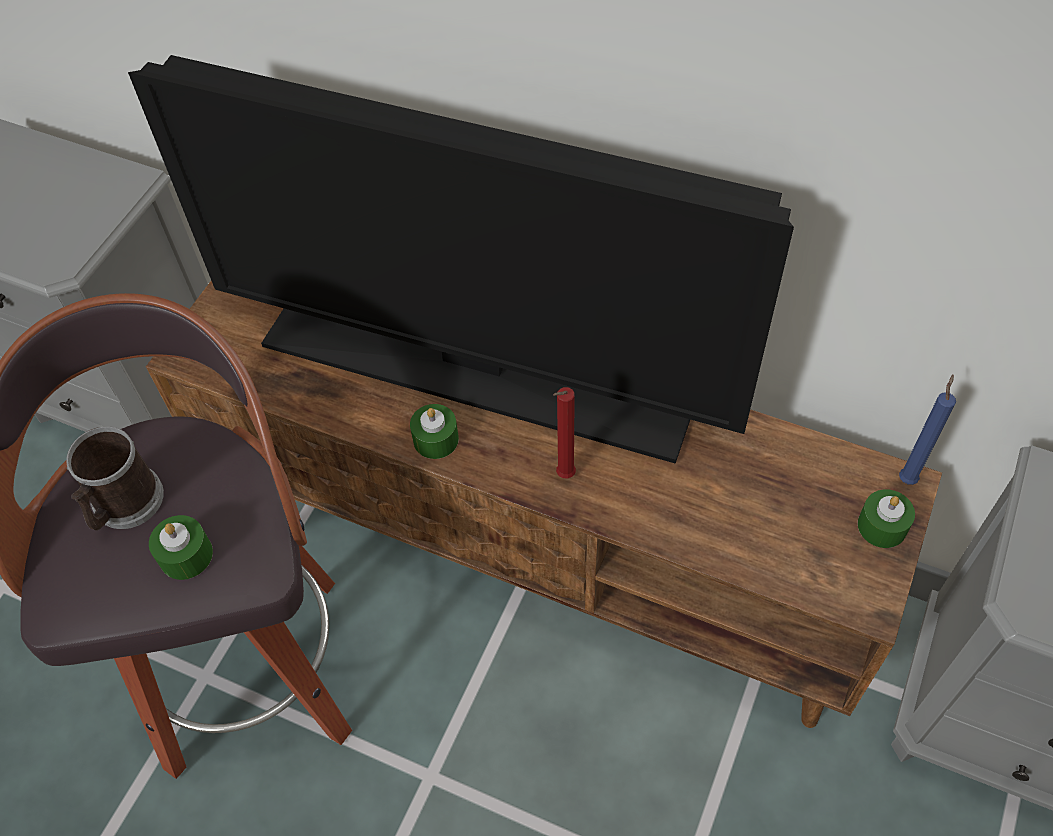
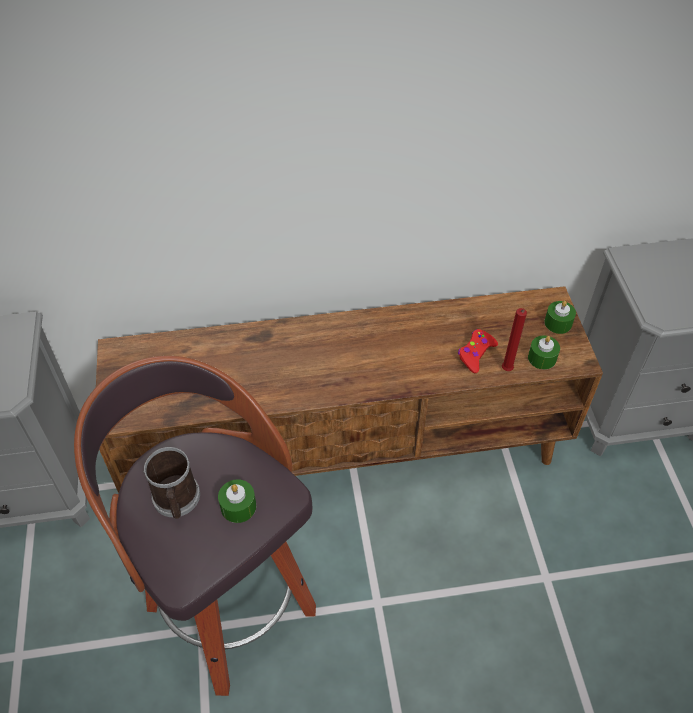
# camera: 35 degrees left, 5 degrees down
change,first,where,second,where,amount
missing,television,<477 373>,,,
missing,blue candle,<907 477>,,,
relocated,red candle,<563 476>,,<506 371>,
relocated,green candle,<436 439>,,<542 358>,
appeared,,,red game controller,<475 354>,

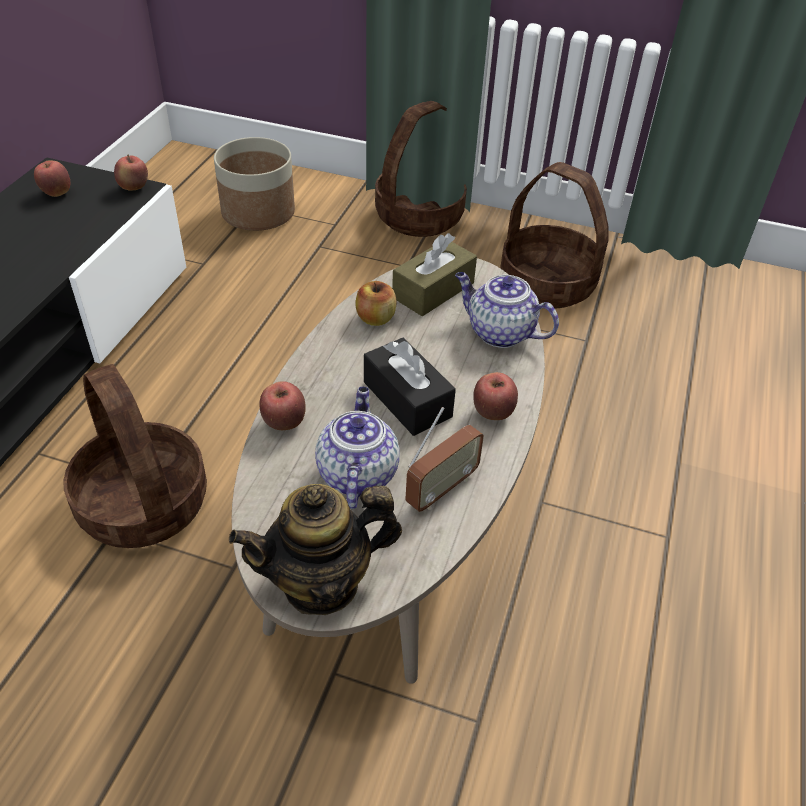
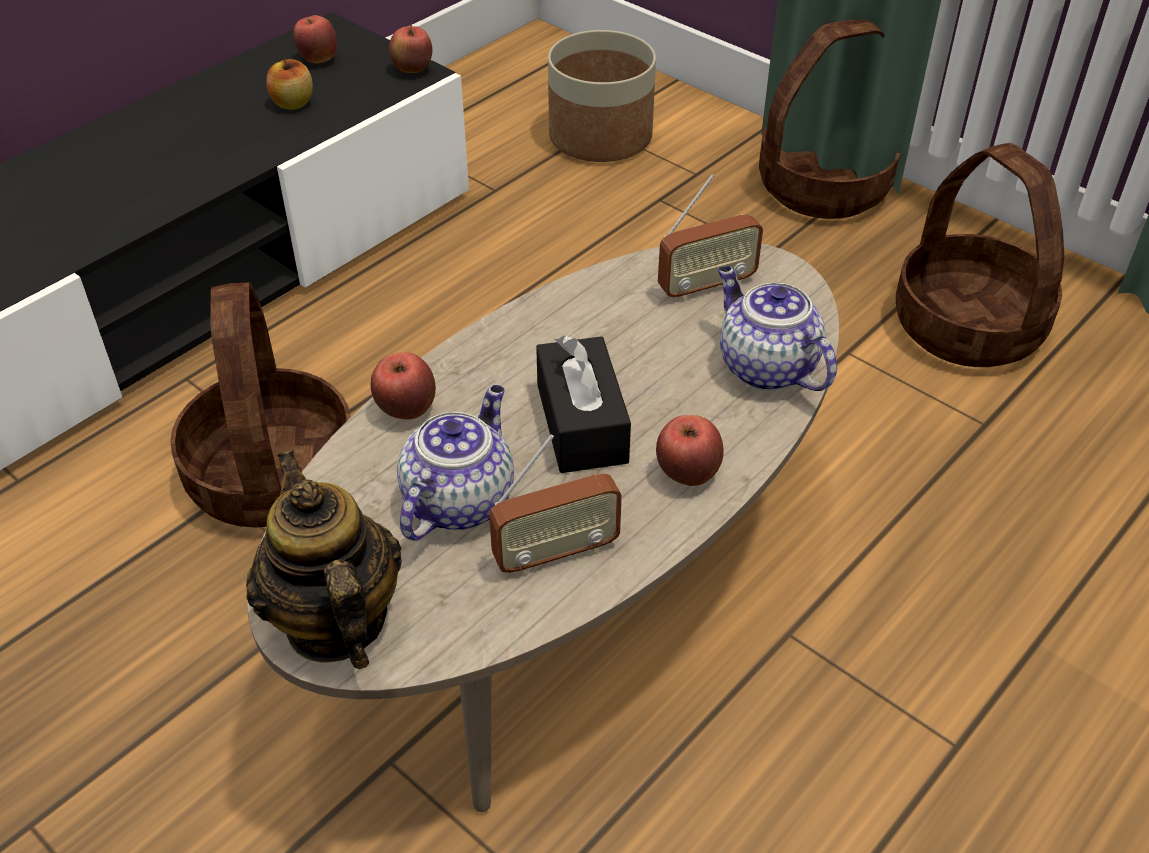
# camera: 25 degrees right, 0 degrees up
change,first,where,second,where,amount
exchanged,brown tissue box,<433 290>,radio,<706 286>,
relocated,apple,<375 318>,,<293 103>,
spun,teapot,<321 583>,,<335 622>,60 degrees clockwise

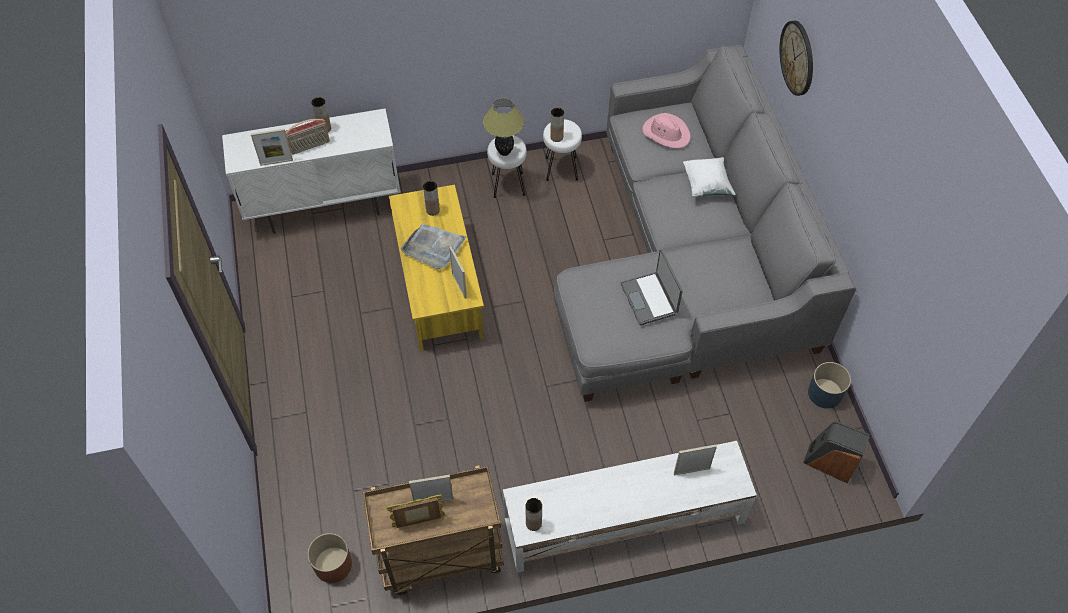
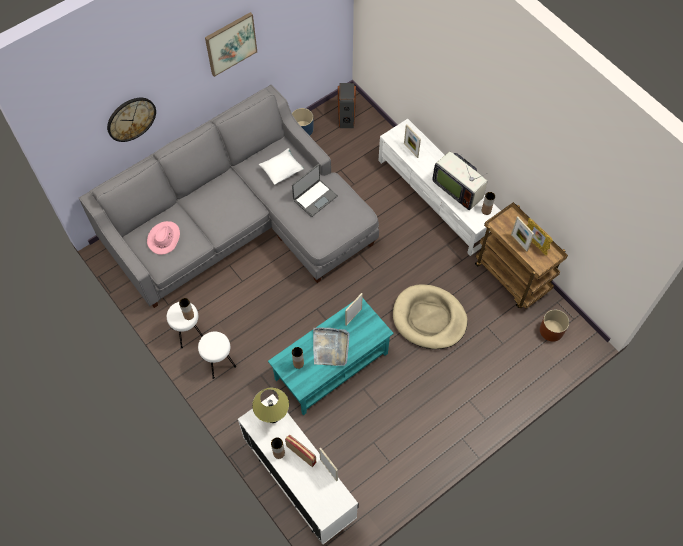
# camera: 115 degrees left, 5 degrees up
change,first,where,second,where,amount
relocated,table lamp,<504 152>,,<273 418>,
relocated,white pillow,<706 186>,,<282 171>,
colour,yellow coffee table,<439 287>,turquoise coffee table,<331 366>,
appeared,,,picture,<230 43>,
appeared,,,television,<458 189>,
appeared,,,beige dog bed,<429 318>,

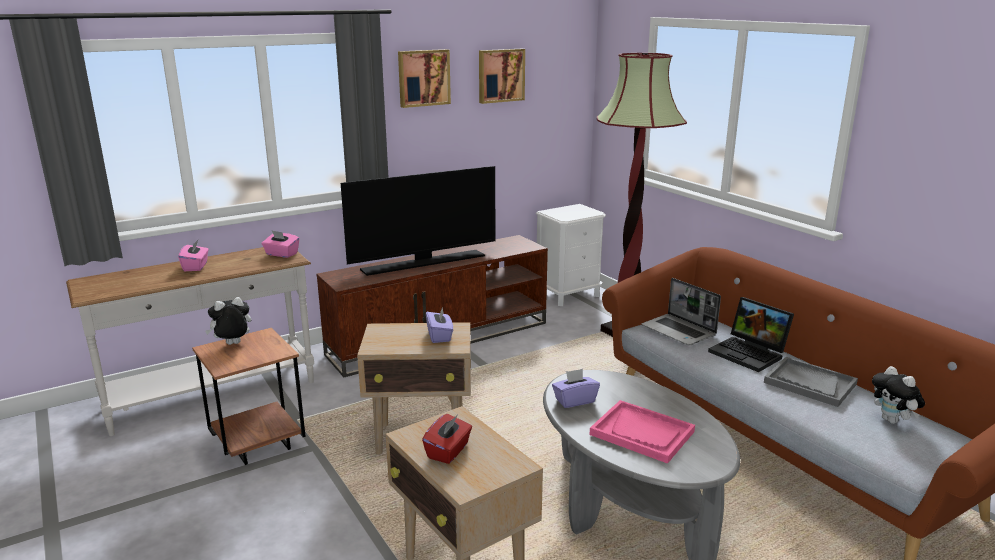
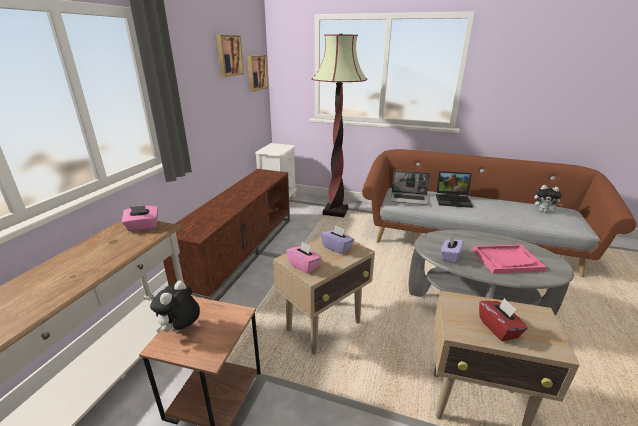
# camera: 40 degrees left, 5 degrees up
change,first,where,second,where,amount
relocated,picture,<423 78>,,<256 73>,
missing,television,<424 262>,,,
relocated,pink tissue box,<196 266>,,<304 265>,
missing,grey tray,<809 383>,,,

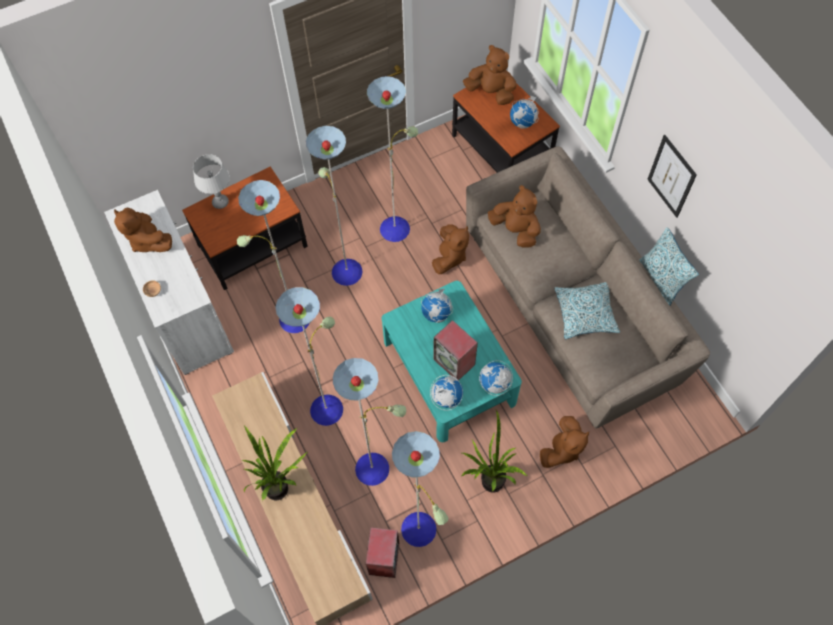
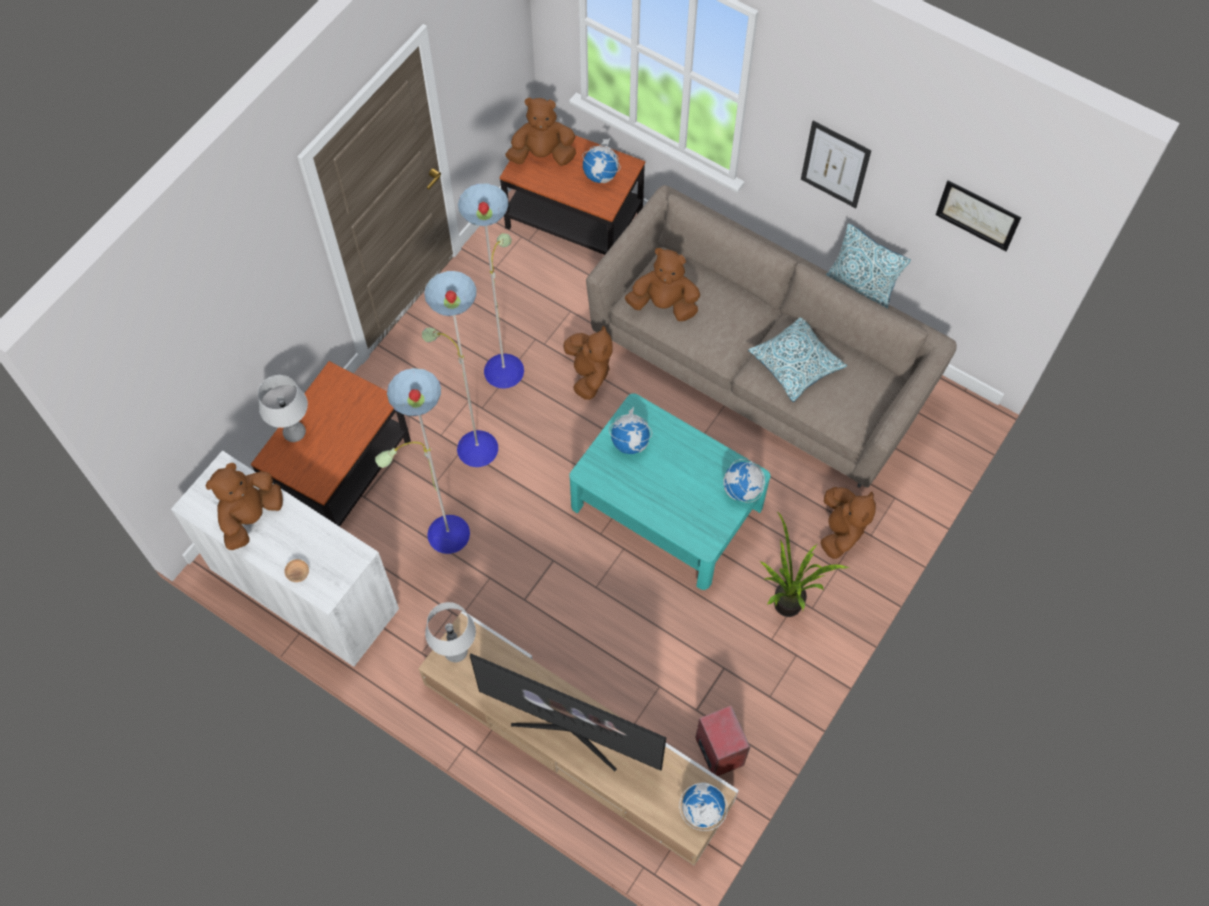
# camera: 30 degrees left, 0 degrees up
change,first,where,second,where,amount
spun,brown plush toy,<148 240>,,<251 517>,105 degrees clockwise
missing,floor lamp,<374 467>,,,
missing,speaker,<455 362>,,,
relocated,globe,<446 398>,,<701 810>,
exchanged,potted plant,<282 489>,television,<570 730>,
appeared,,,picture,<977 215>,
appeared,,,grey table lamp,<456 651>,

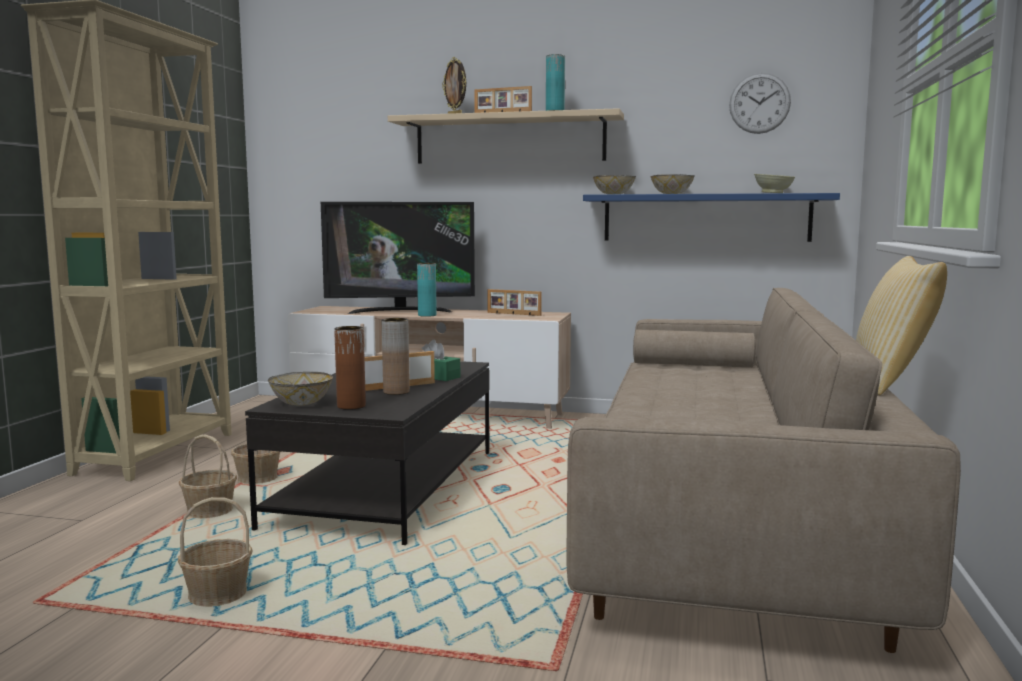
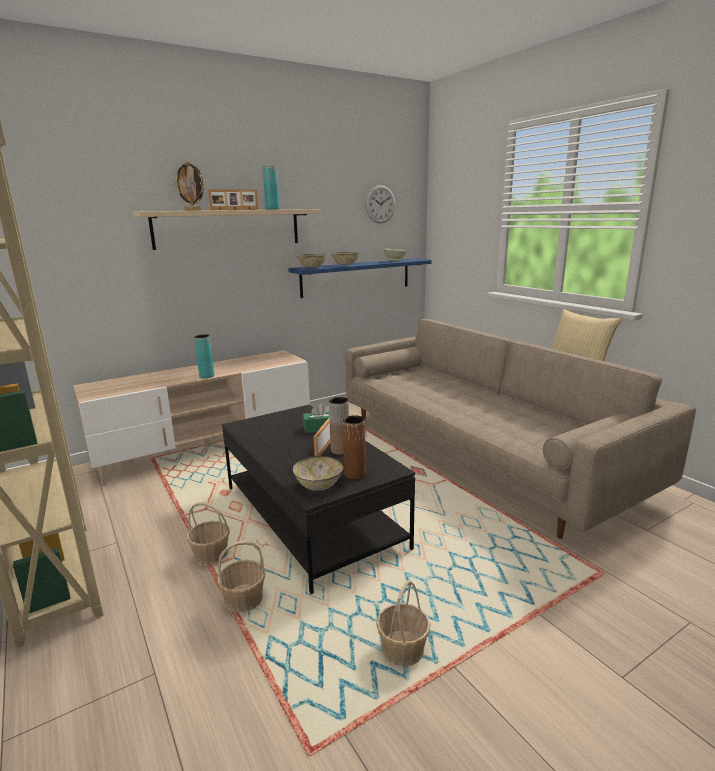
# camera: 45 degrees left, 10 degrees up
change,first,where,second,where,amount
missing,television,<400 311>,,,
missing,picture frame,<513 314>,,,

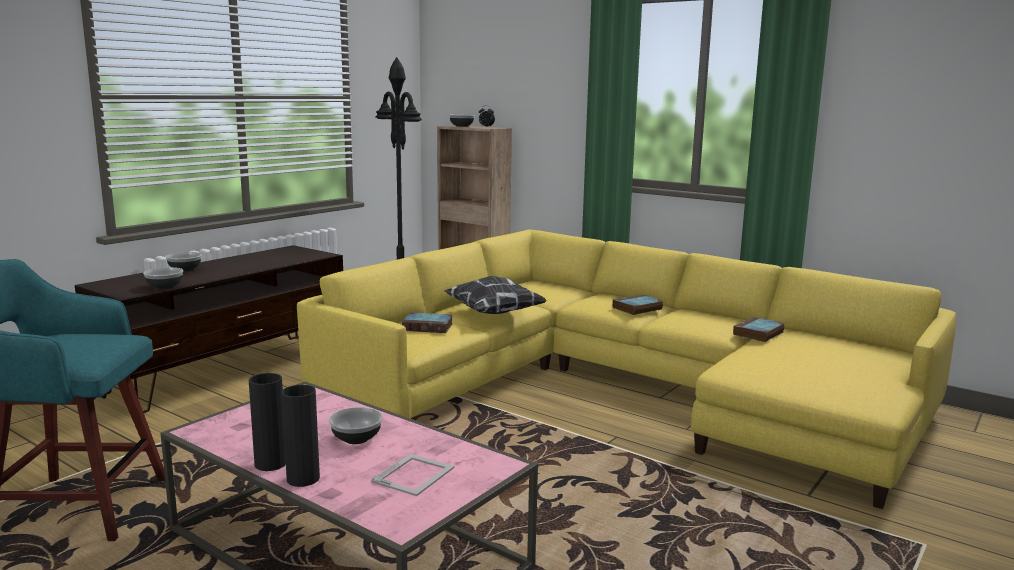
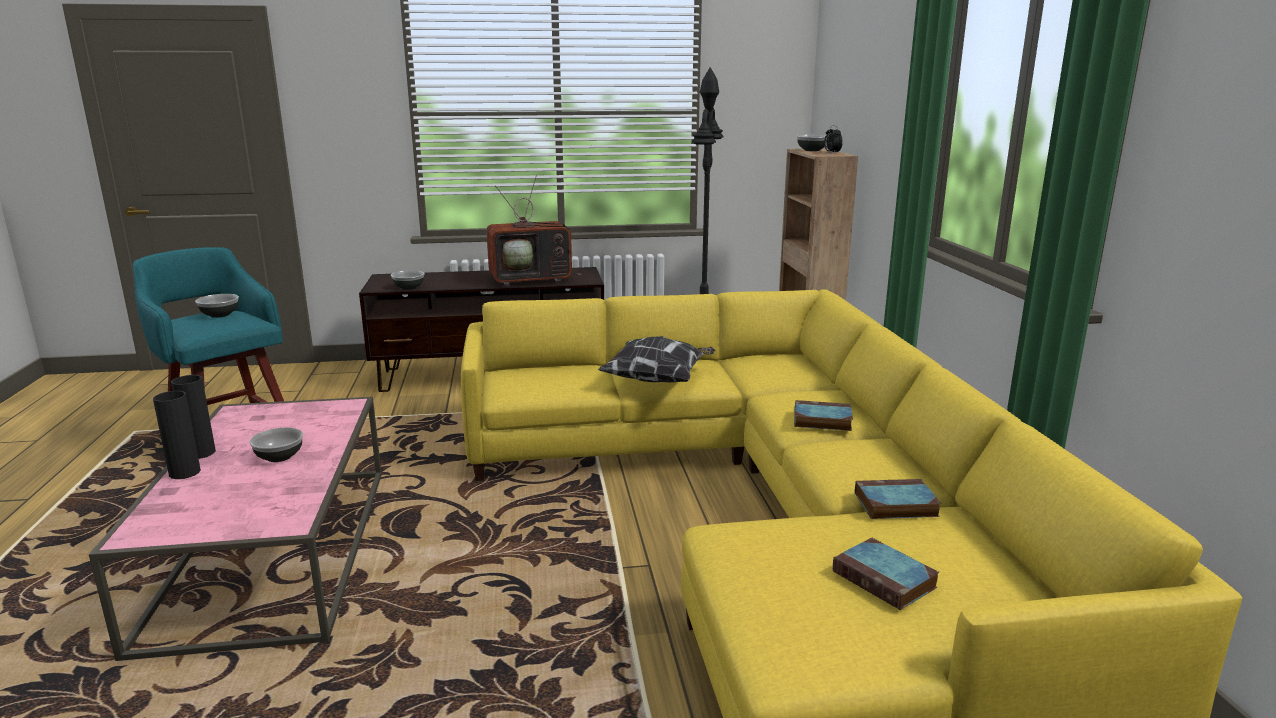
# camera: 45 degrees right, 5 degrees up
change,first,where,second,where,amount
relocated,bowl,<184 269>,,<220 314>,
relocated,book,<429 327>,,<886 580>,
missing,picture frame,<414 474>,,,
appeared,,,television,<532 279>,

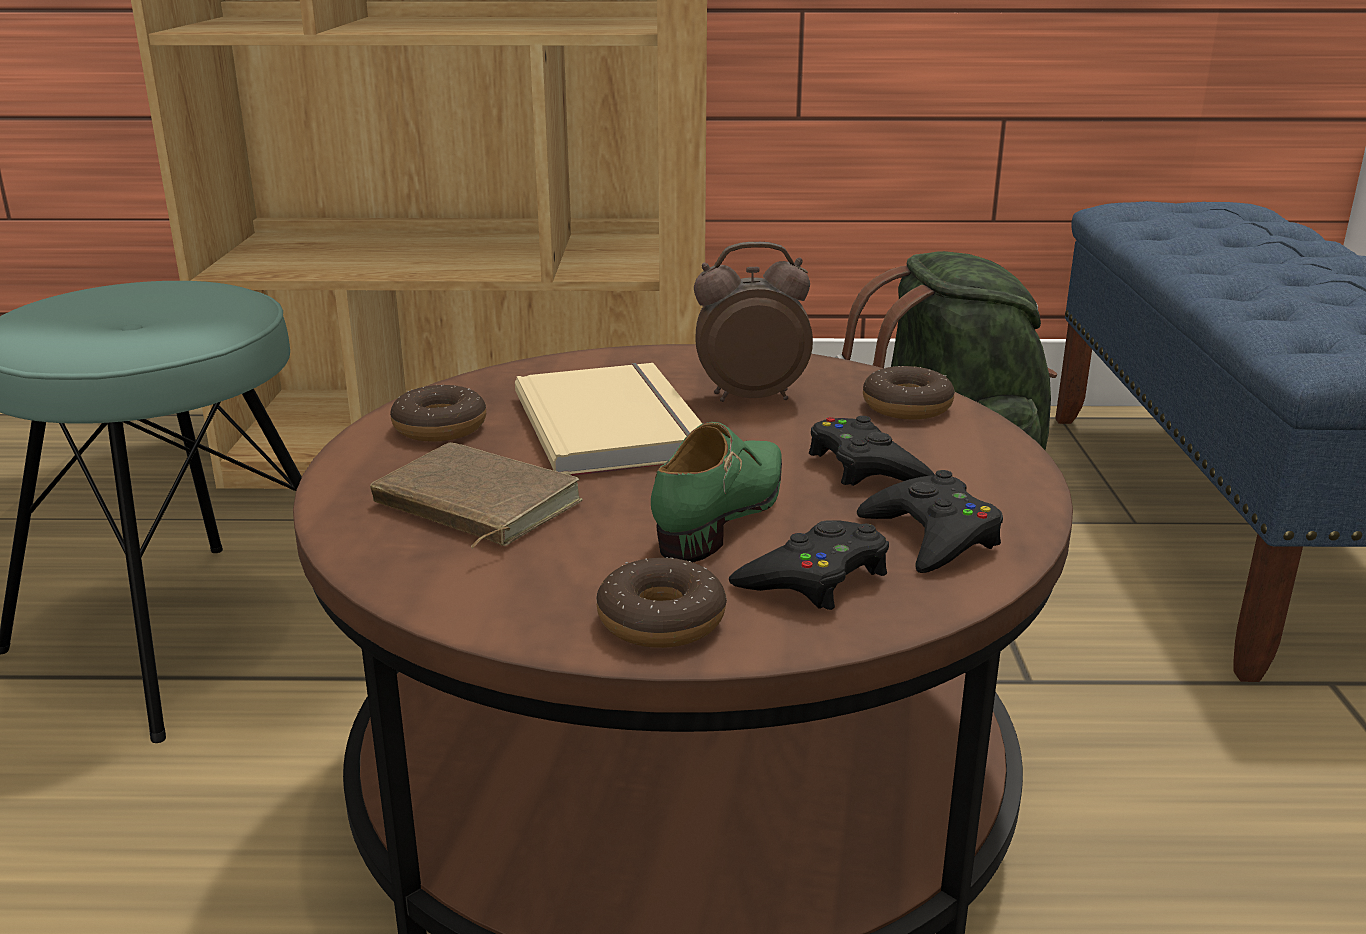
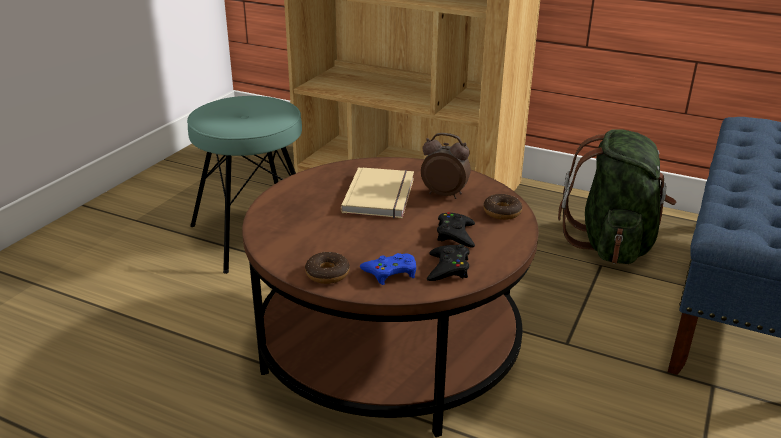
# camera: 25 degrees right, 5 degrees up
change,first,where,second,where,amount
missing,donut,<440 427>,,,
missing,green shoe,<725 513>,,,
missing,brown book,<472 506>,,,
colour,black game controller,<815 577>,blue game controller,<391 272>,

